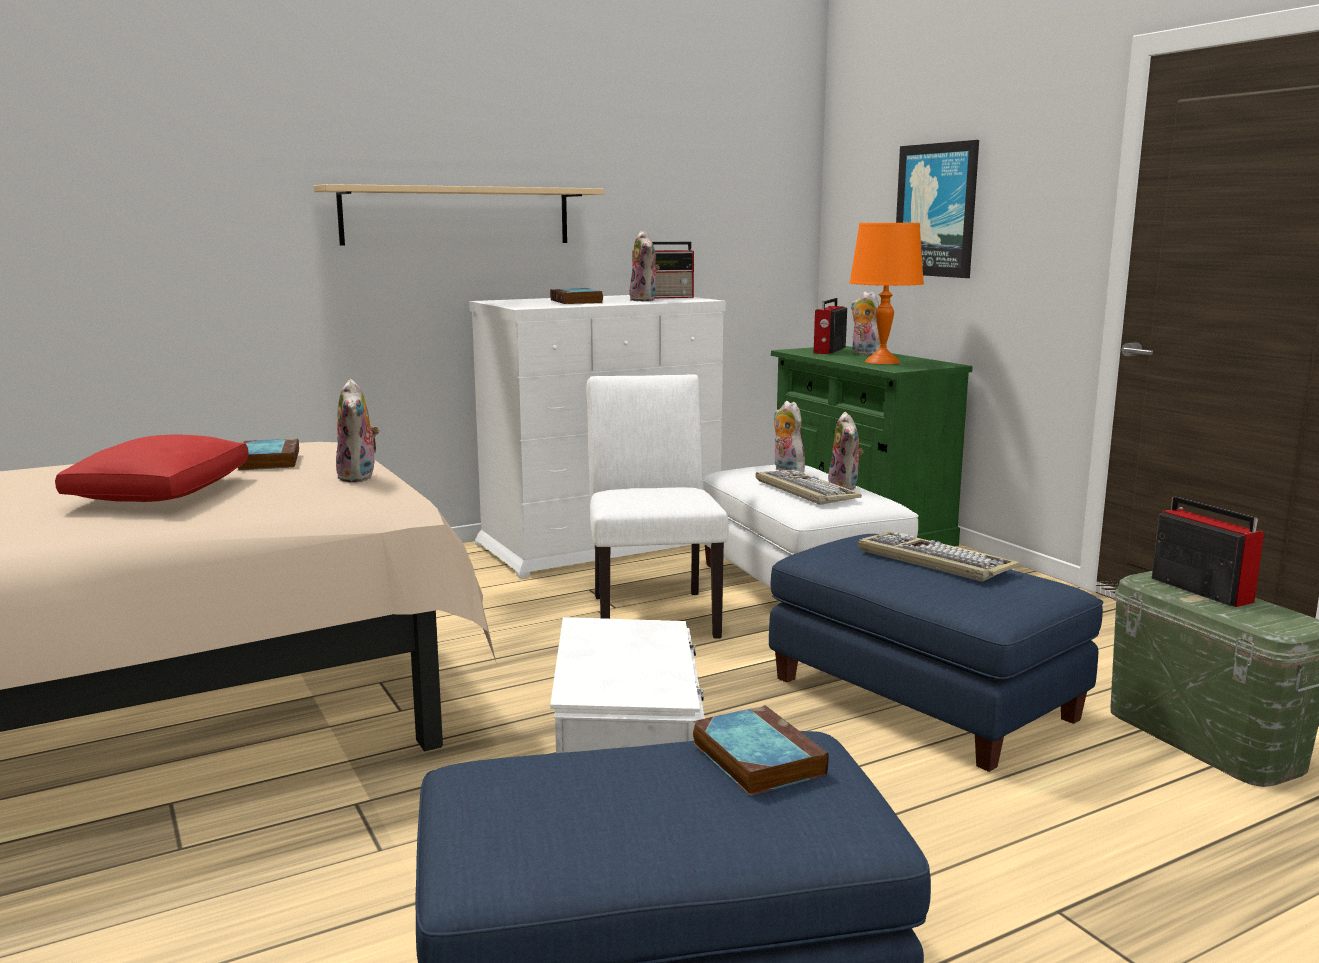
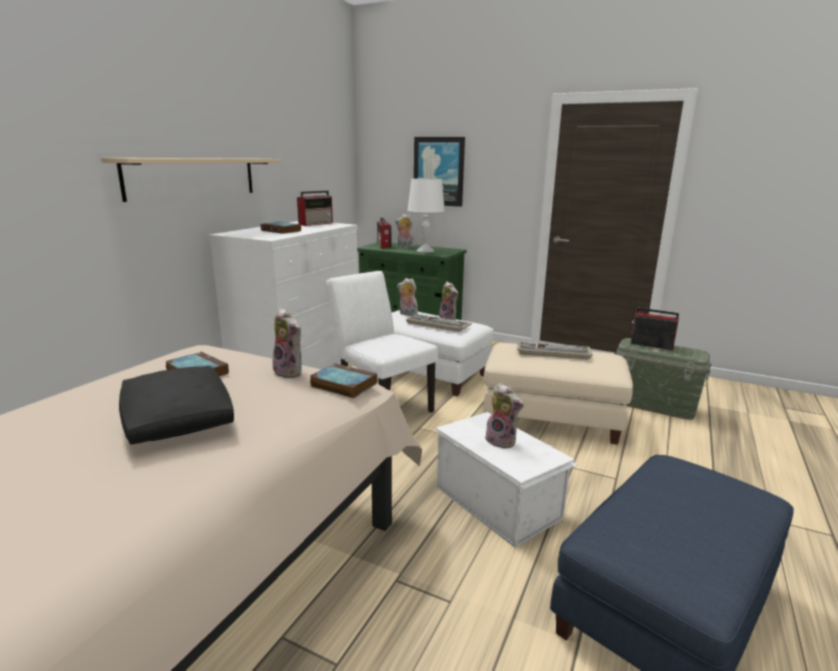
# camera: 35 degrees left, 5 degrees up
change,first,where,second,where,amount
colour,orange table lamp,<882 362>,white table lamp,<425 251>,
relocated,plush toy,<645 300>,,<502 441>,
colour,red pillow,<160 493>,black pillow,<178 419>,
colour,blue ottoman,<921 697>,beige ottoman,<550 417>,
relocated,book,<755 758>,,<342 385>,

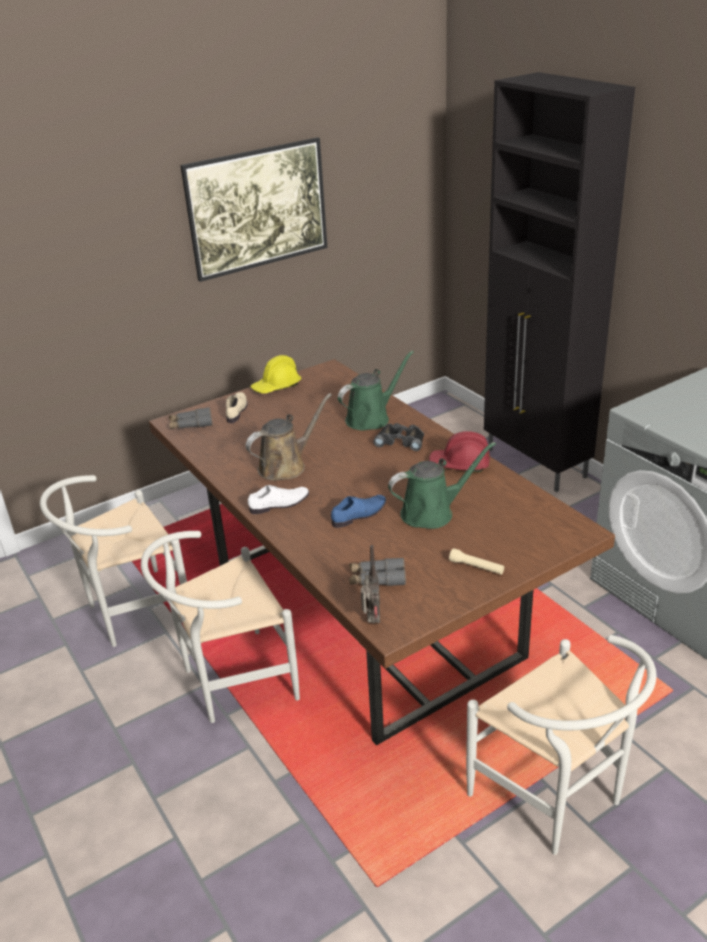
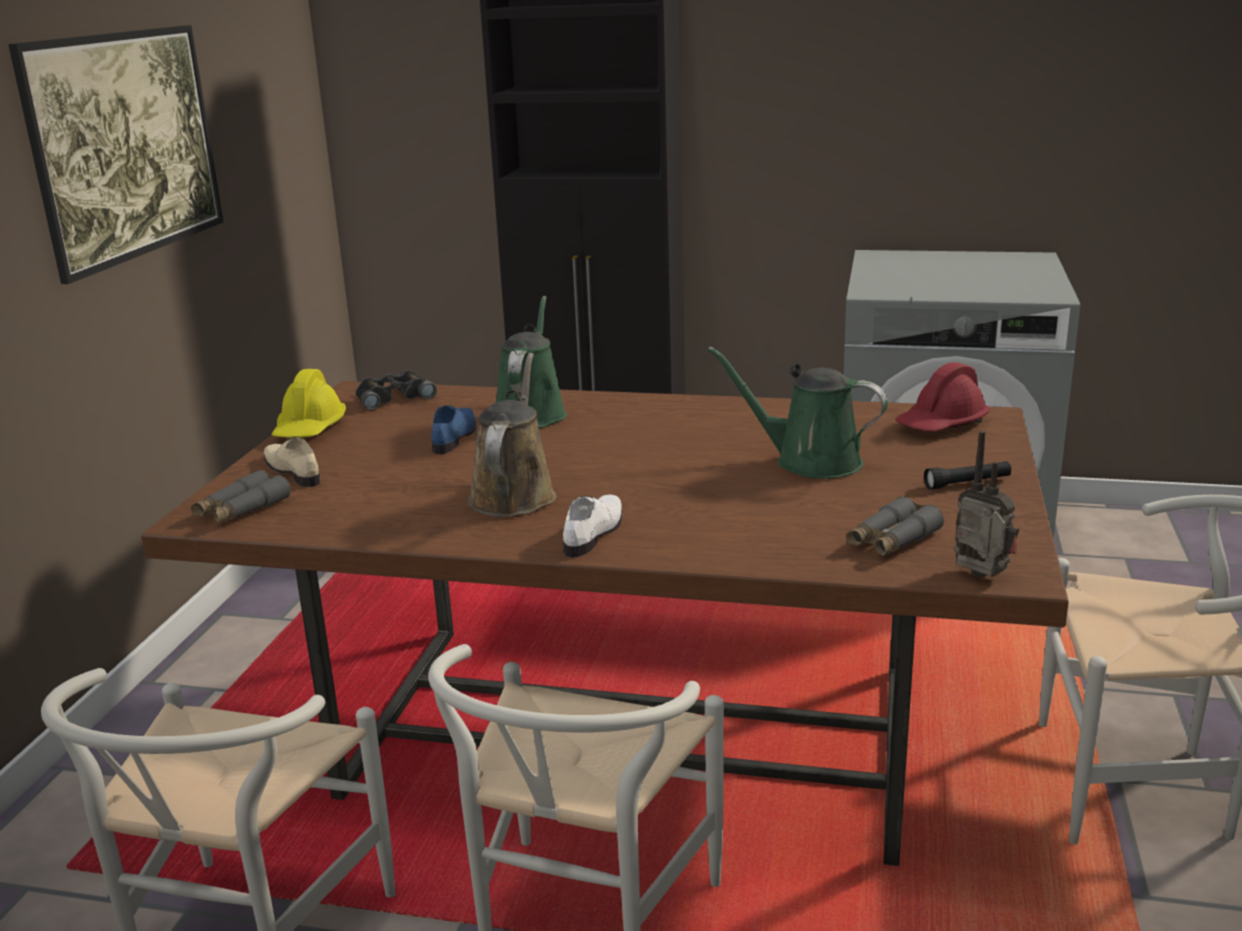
# camera: 45 degrees left, 10 degrees down
change,first,where,second,where,amount
relocated,black binoculars,<401 440>,,<393 397>,
relocated,red hard hat,<460 464>,,<942 424>,
spun,green watering can,<432 512>,,<809 461>,90 degrees counterclockwise
relocated,blue shoe,<360 514>,,<455 435>,
colour,beige flashlight,<476 567>,black flashlight,<967 483>,

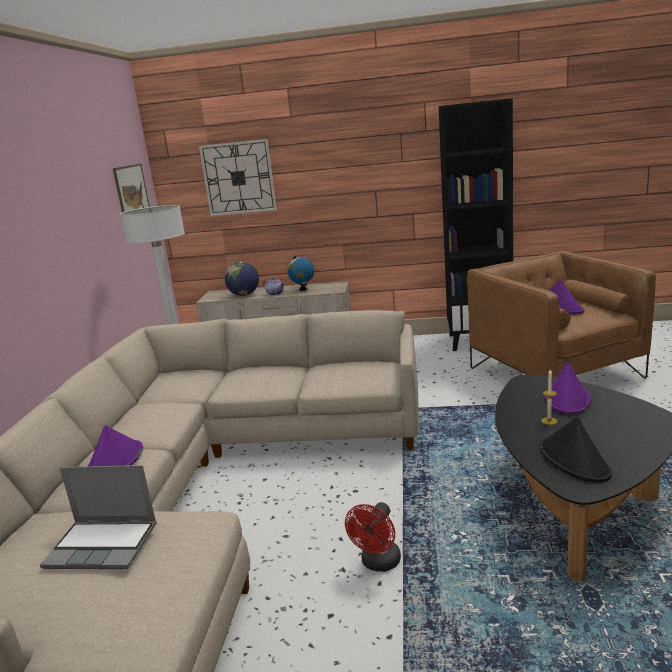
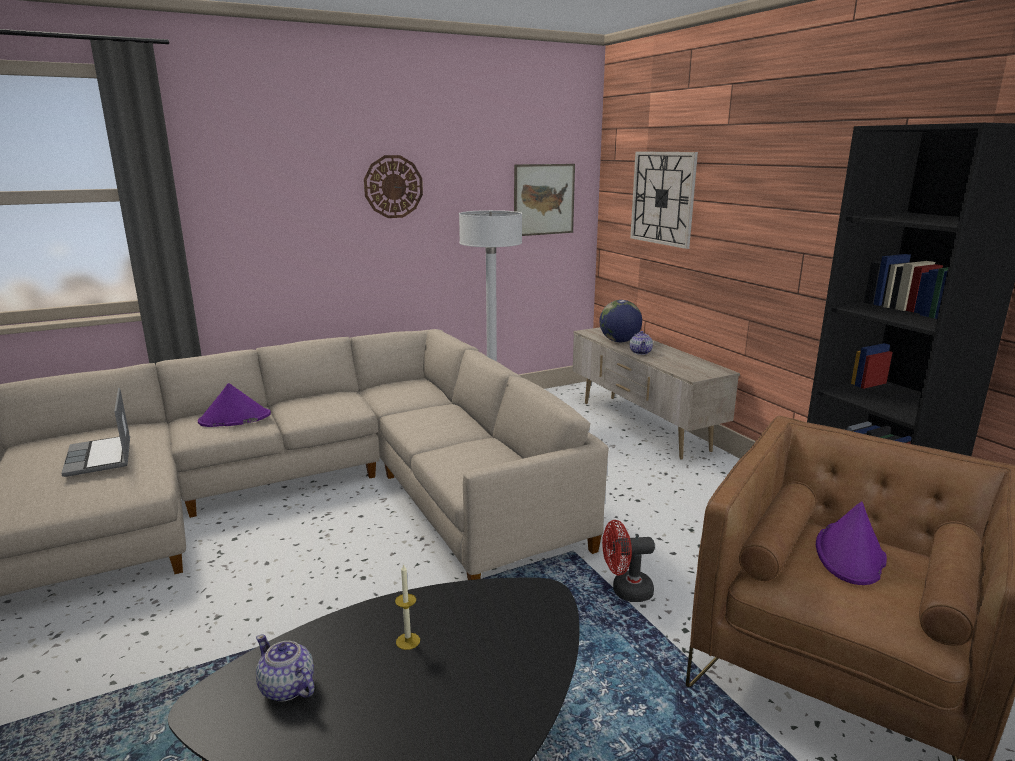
# camera: 55 degrees right, 0 degrees up
change,first,where,second,where,amount
missing,globe,<303 289>,,,
missing,purple hat,<567 399>,,,
exchanged,black hat,<574 460>,teapot,<287 688>,
relocated,red fan,<378 564>,,<625 591>,
appeared,,,wall clock,<393 186>,

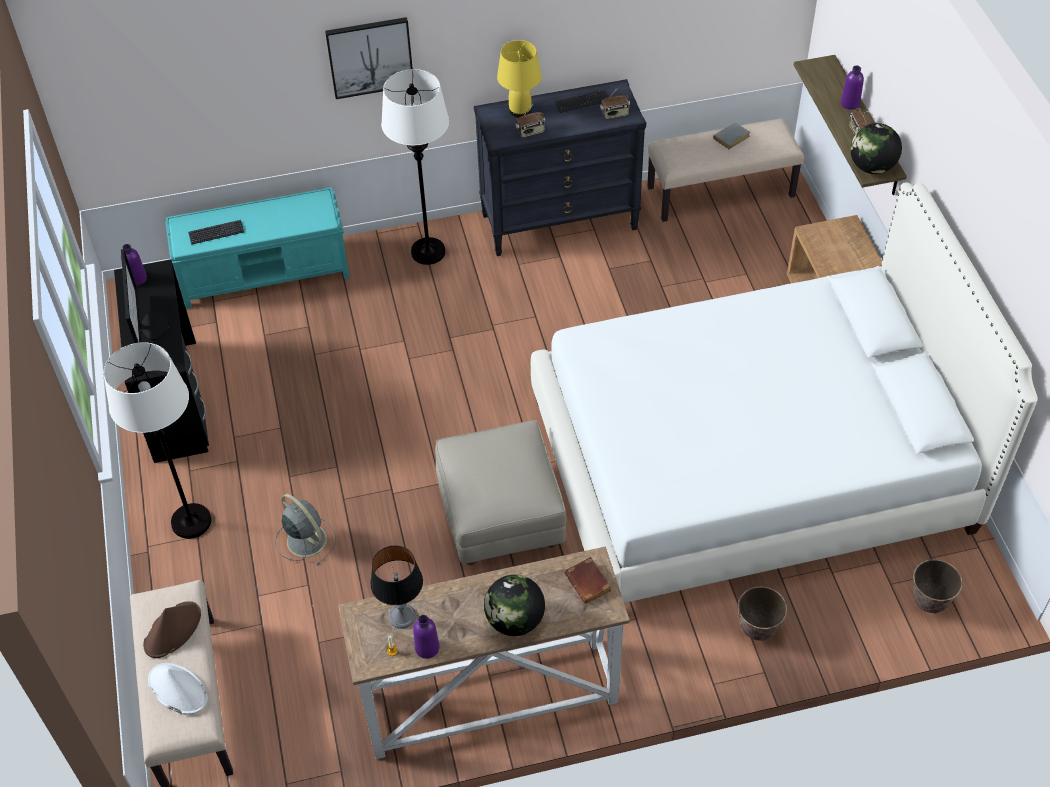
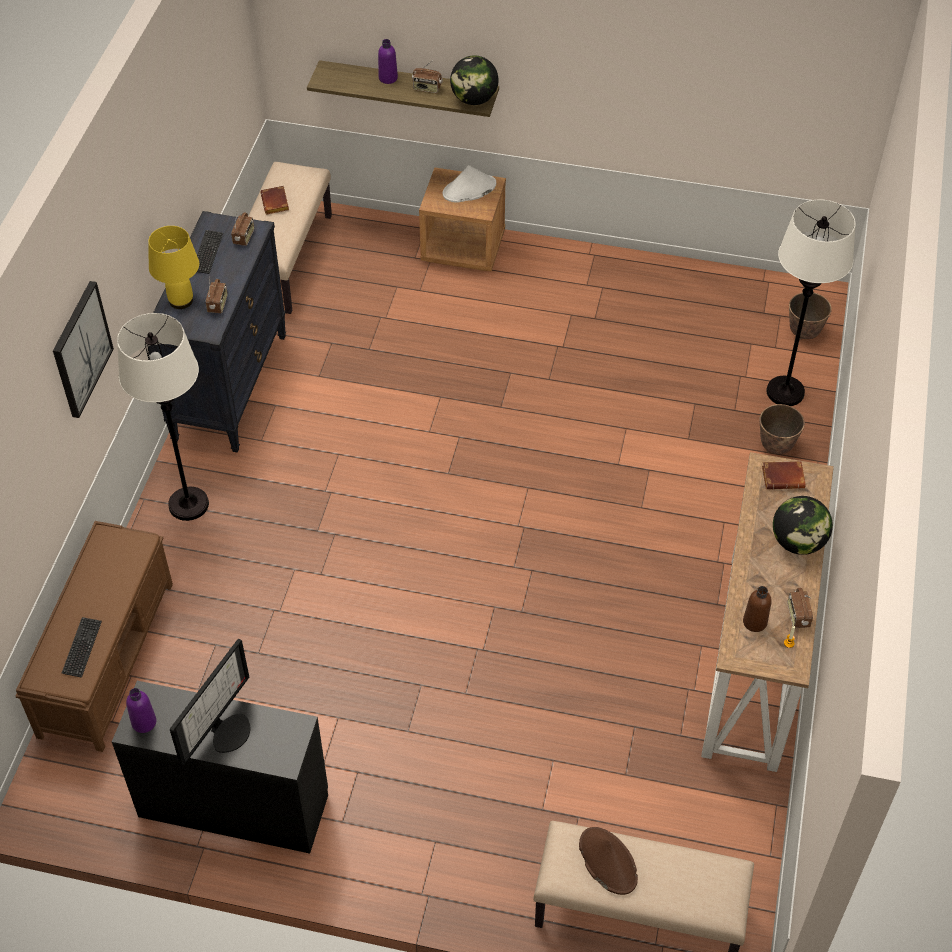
# camera: 65 degrees left, 0 degrees up
change,first,where,second,where,amount
colour,grey book,<731 139>,brown book,<276 203>,
missing,white bed,<750 464>,,,
colour,turquoise bench,<266 273>,brown bench,<107 657>,
spun,monitor,<150 326>,,<227 730>,105 degrees clockwise
relocated,white floor lamp,<191 521>,,<784 392>,
missing,beige ottoman,<501 517>,,,
missing,grey fan,<305 539>,,,
exchanged,table lamp,<402 616>,brown bottle,<754 622>,
exchanged,purple bottle,<427 648>,radio,<797 616>,
relocated,white hat,<177 689>,,<469 189>,

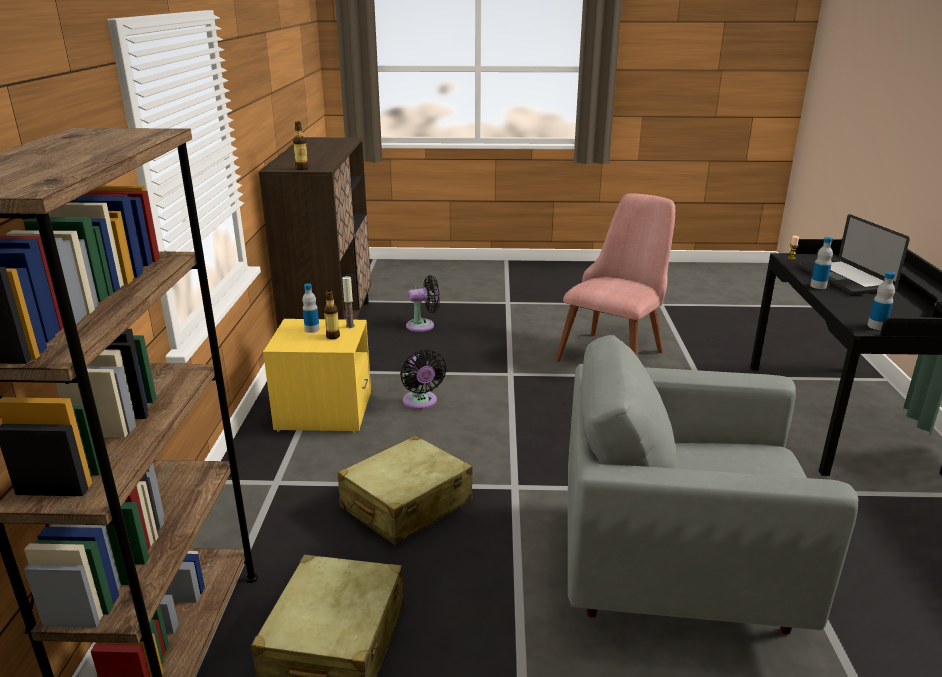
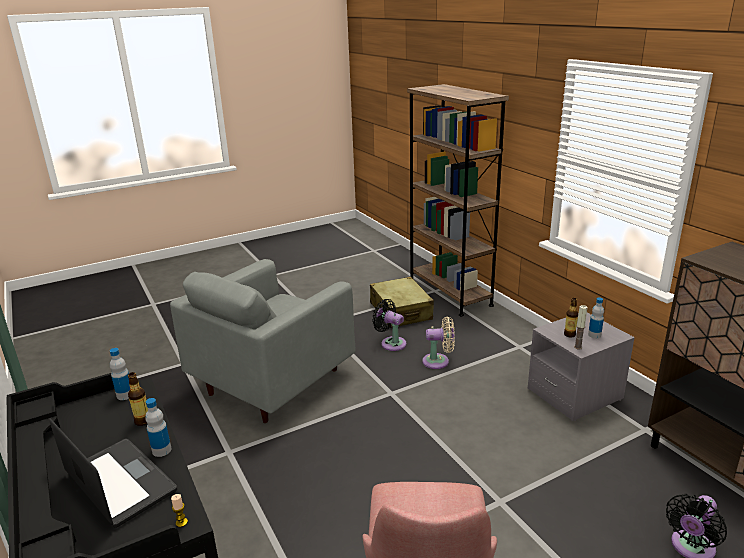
# camera: 150 degrees right, 0 degrees up
change,first,where,second,where,amount
relocated,bottle,<302 168>,,<142 421>,
colour,yellow nightstand,<324 412>,grey nightstand,<574 394>,
spun,grey armchair,<676 572>,,<273 382>,150 degrees clockwise
relocated,black fan,<421 402>,,<391 343>,
exchanged,beige suitcase,<406 505>,beige fan,<438 361>,

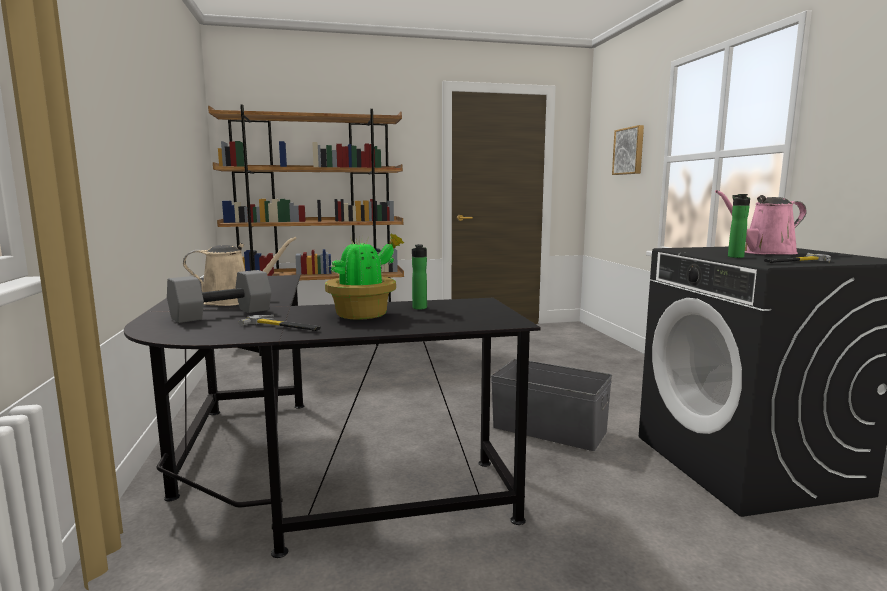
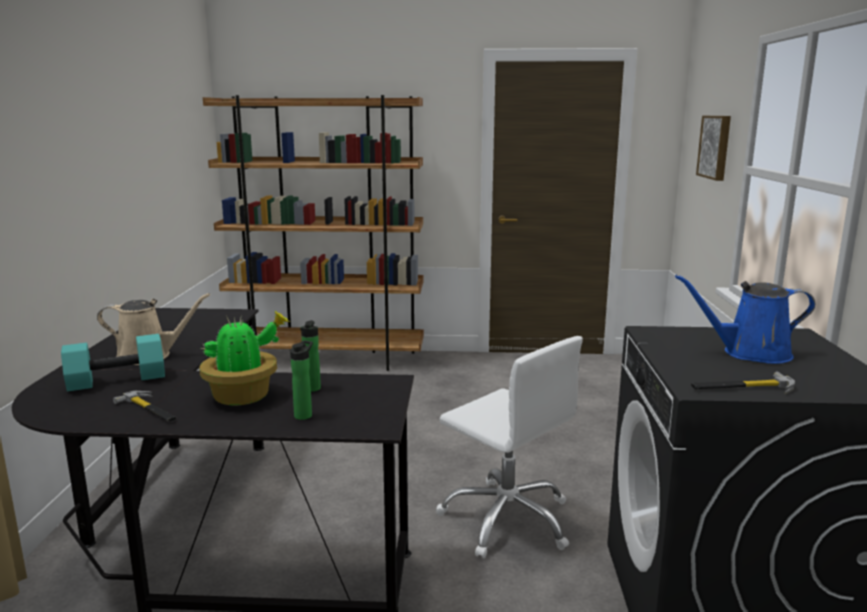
# camera: 15 degrees right, 5 degrees up
change,first,where,second,where,amount
colour,pink watering can,<764 253>,blue watering can,<750 353>,
relocated,bottle,<734 256>,,<304 415>,
colour,grey dumbbell,<222 314>,turquoise dumbbell,<118 379>,
exchanged,grey storage box,<549 430>,white office chair,<507 519>,

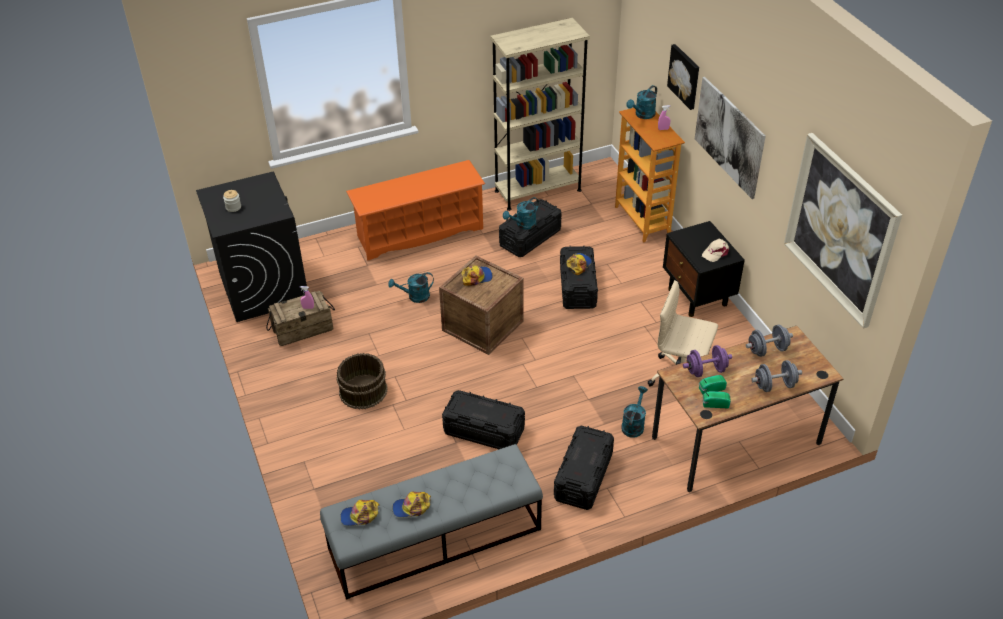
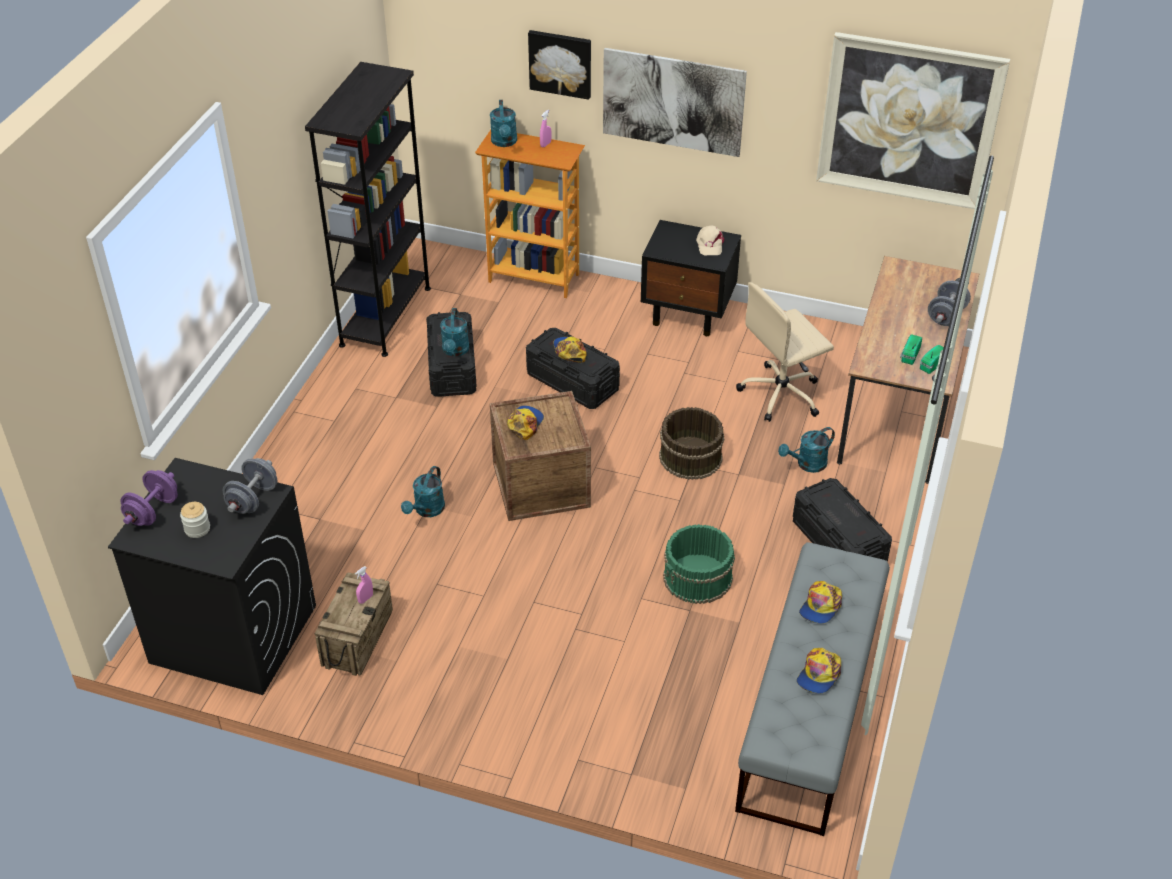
# camera: 50 degrees left, 0 degrees up
change,first,where,second,where,amount
colour,beige bookcase,<538 190>,black bookcase,<385 316>,
missing,orange shoe rack,<419 232>,,,
relocated,grey dumbbell,<767 350>,,<253 499>,
relocated,purple dumbbell,<706 370>,,<153 511>,
relocated,brown bucket,<362 390>,,<689 457>,
spun,turquoise watering can,<633 424>,,<807 464>,90 degrees counterclockwise
exchanged,black storage box,<484 431>,green bucket,<698 578>,
relocated,cap,<360 516>,,<820 606>,

